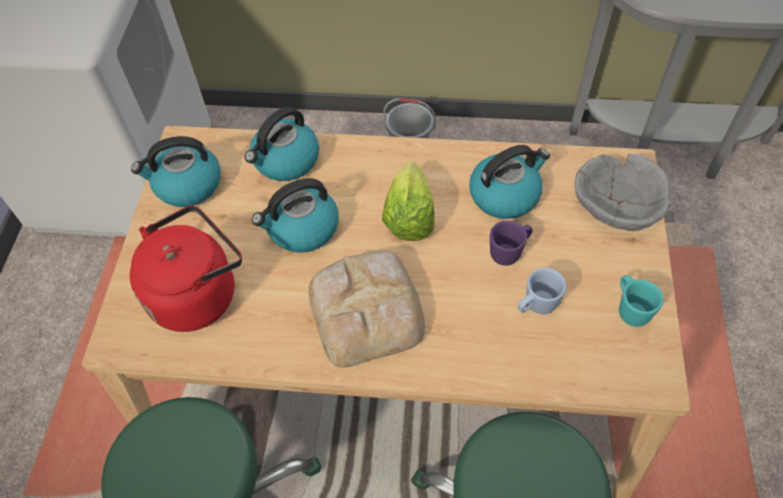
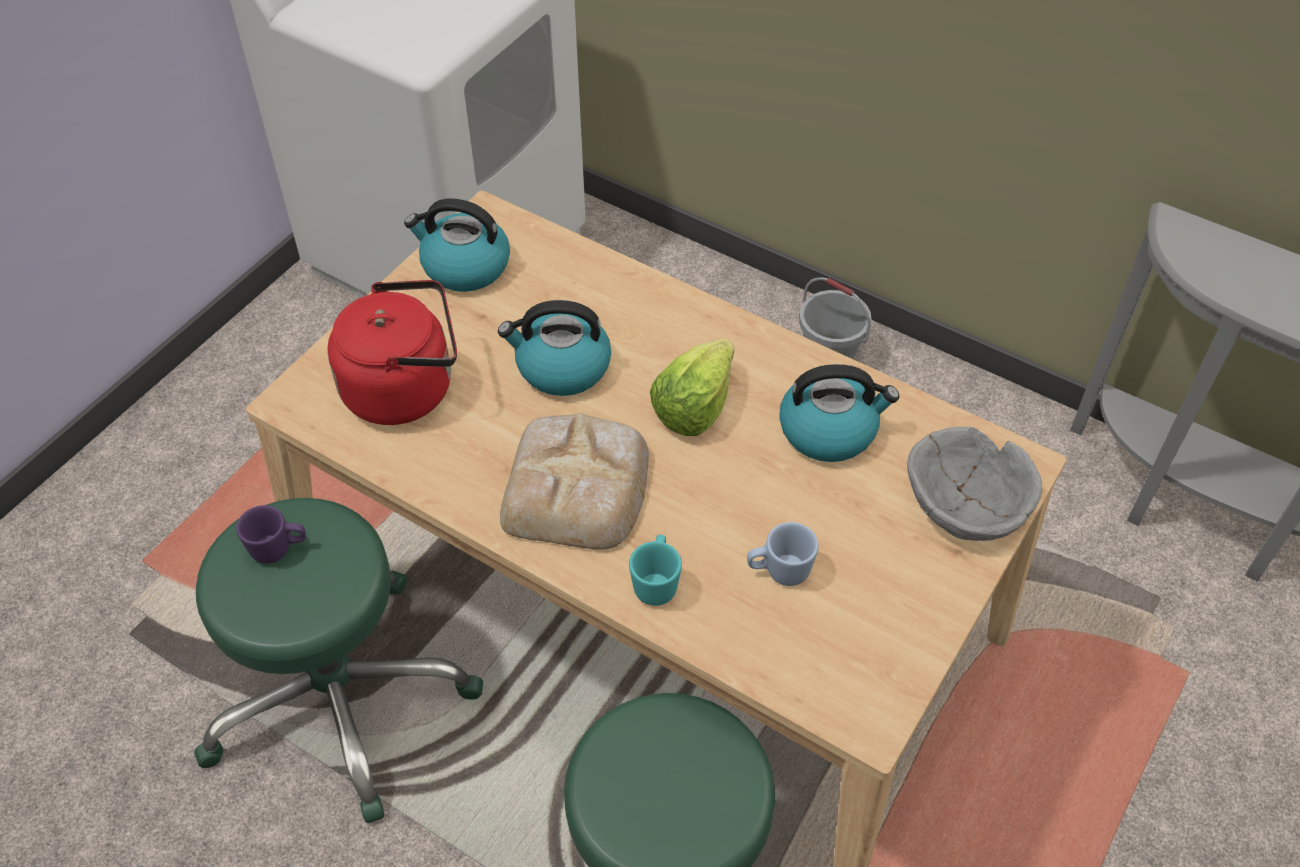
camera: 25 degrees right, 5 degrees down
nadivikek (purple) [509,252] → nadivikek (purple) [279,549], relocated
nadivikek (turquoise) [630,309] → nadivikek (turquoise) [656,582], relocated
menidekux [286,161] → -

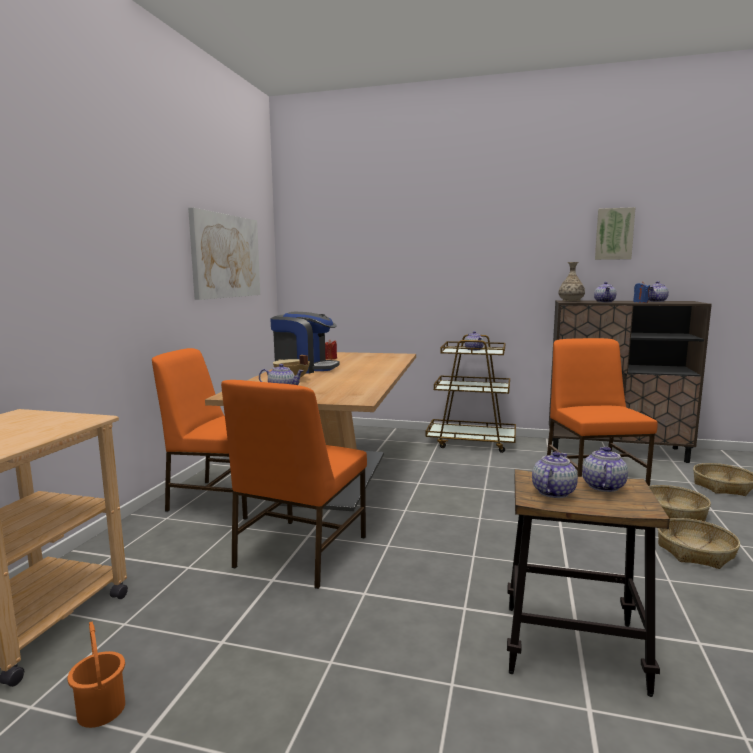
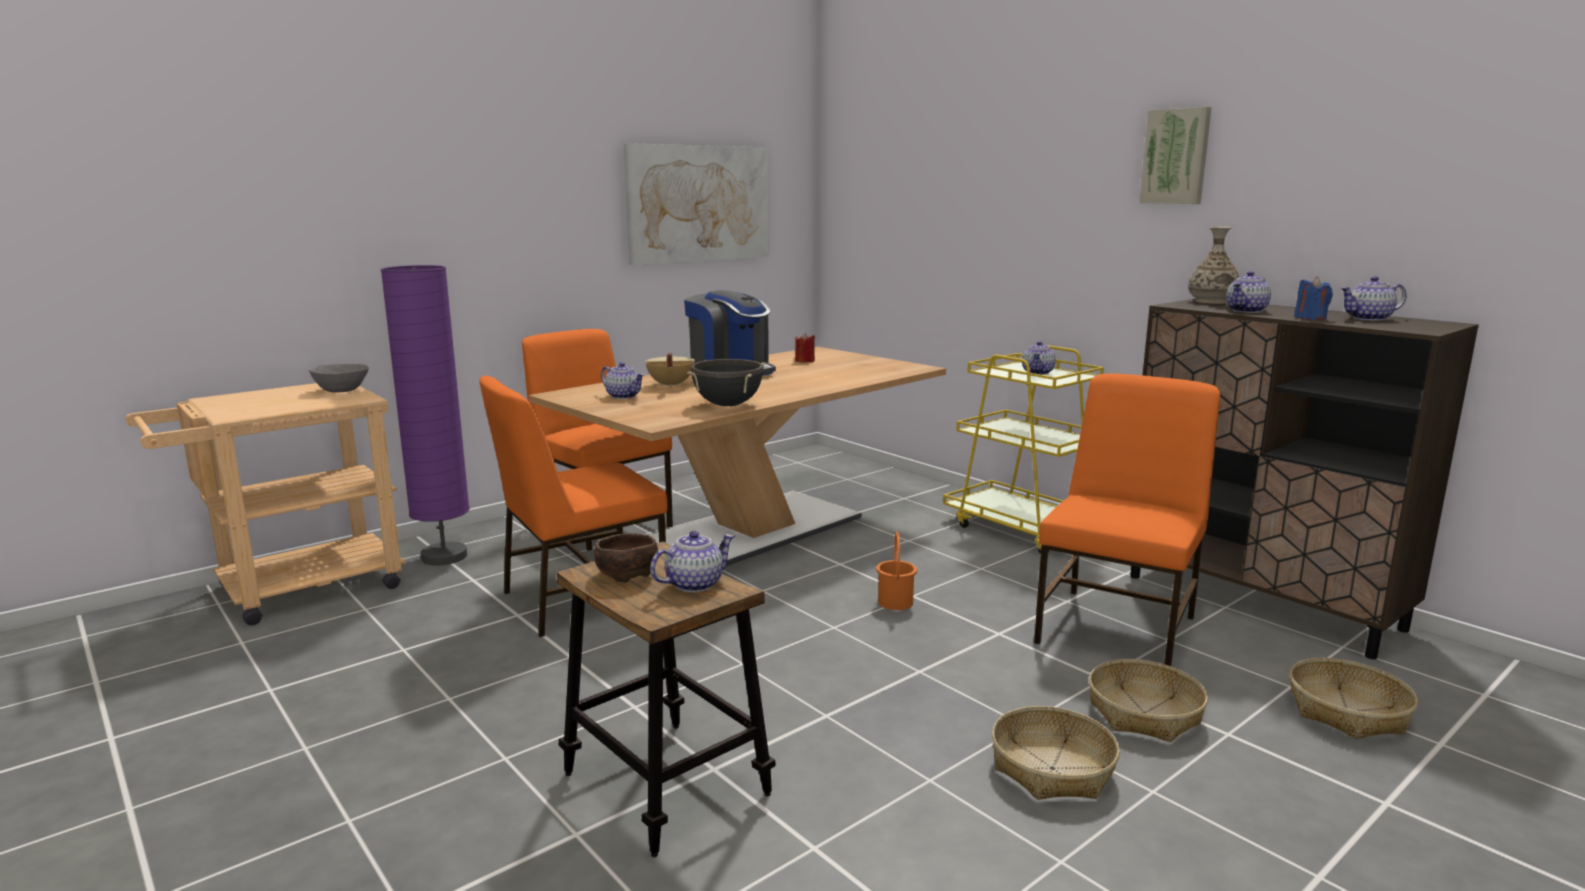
camera: 35 degrees right, 5 degrees up
- → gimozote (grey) [342,390]
- → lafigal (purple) [444,557]
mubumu [553,492] → gimozote (brown) [626,573]
- → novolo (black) [727,405]
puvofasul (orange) [102,709] → puvofasul (orange) [896,602], relocated
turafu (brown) [471,442] → turafu (yellow) [1024,530]
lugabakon [614,234] → lugabakon [1176,156], relocated

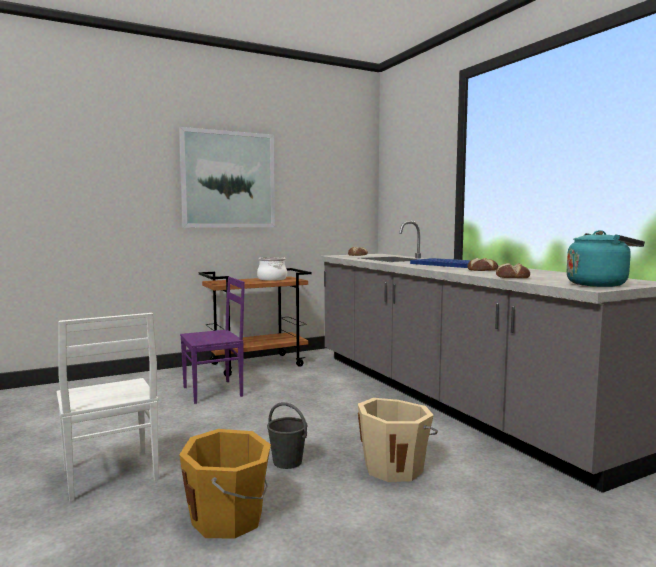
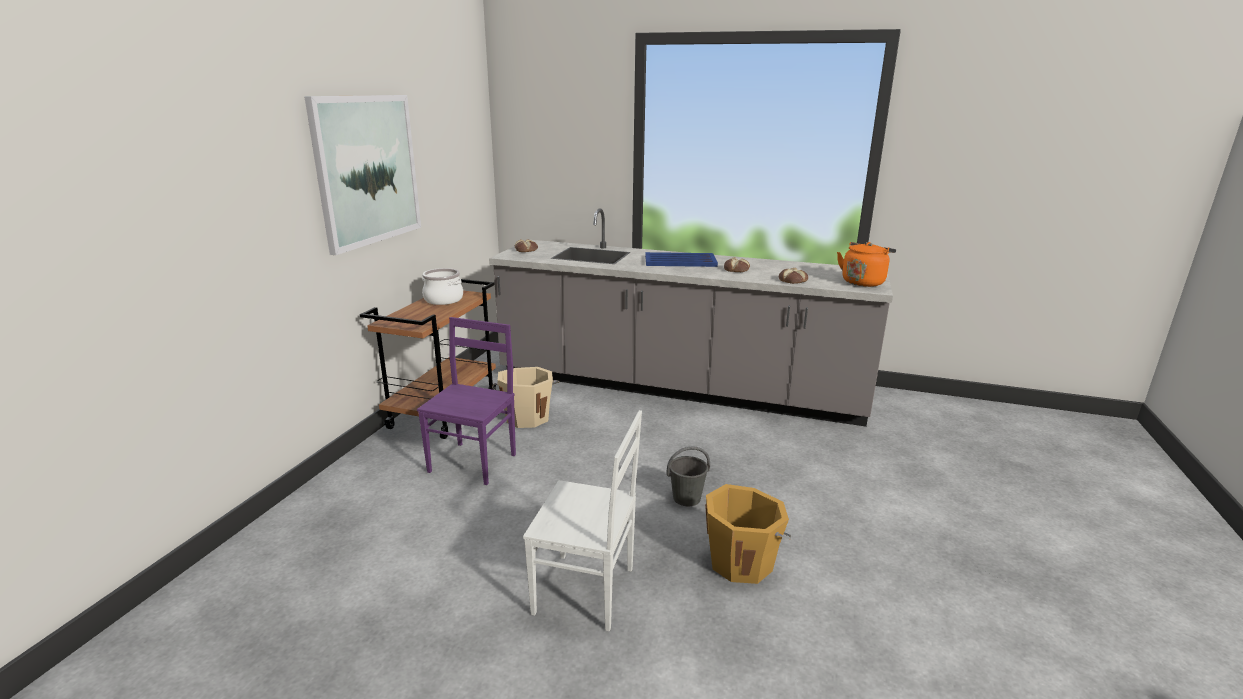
camera: 45 degrees left, 15 degrees up
puvofasul (beige) [394,467] → puvofasul (beige) [527,417], relocated
menidekux (turquoise) [599,284] → menidekux (orange) [863,282]

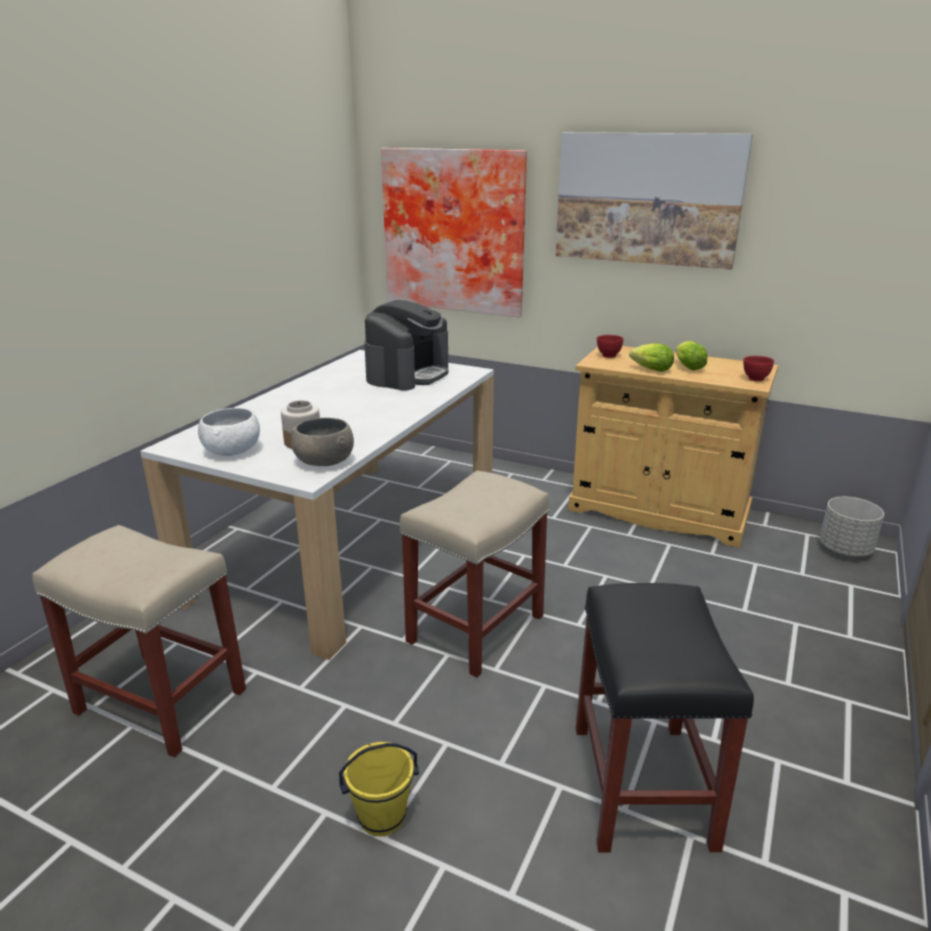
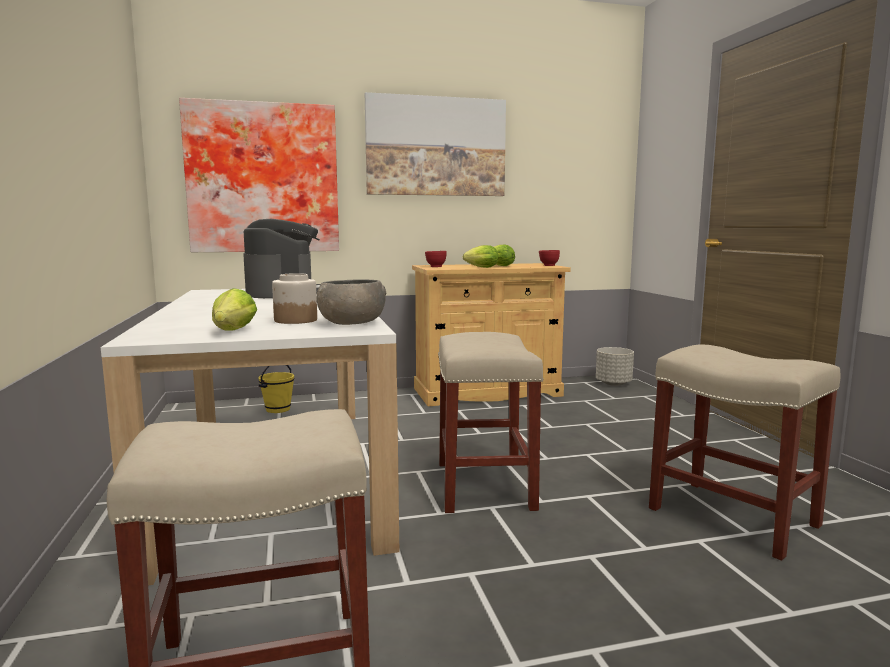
camera: 40 degrees left, 15 degrees down
gimozote (white) [233,450] → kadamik [232,332]
puvofasul (yellow) [382,818] → puvofasul (yellow) [278,409], relocated
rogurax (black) [640,783] → rogurax (beige) [730,516]

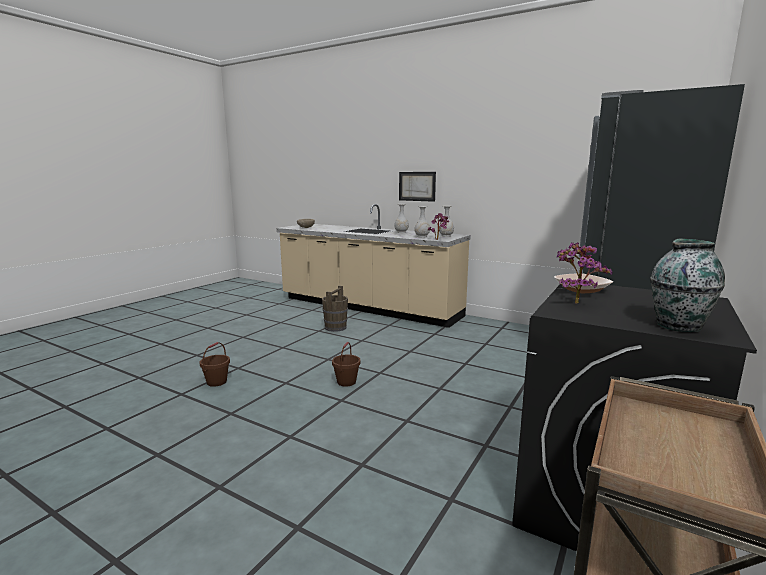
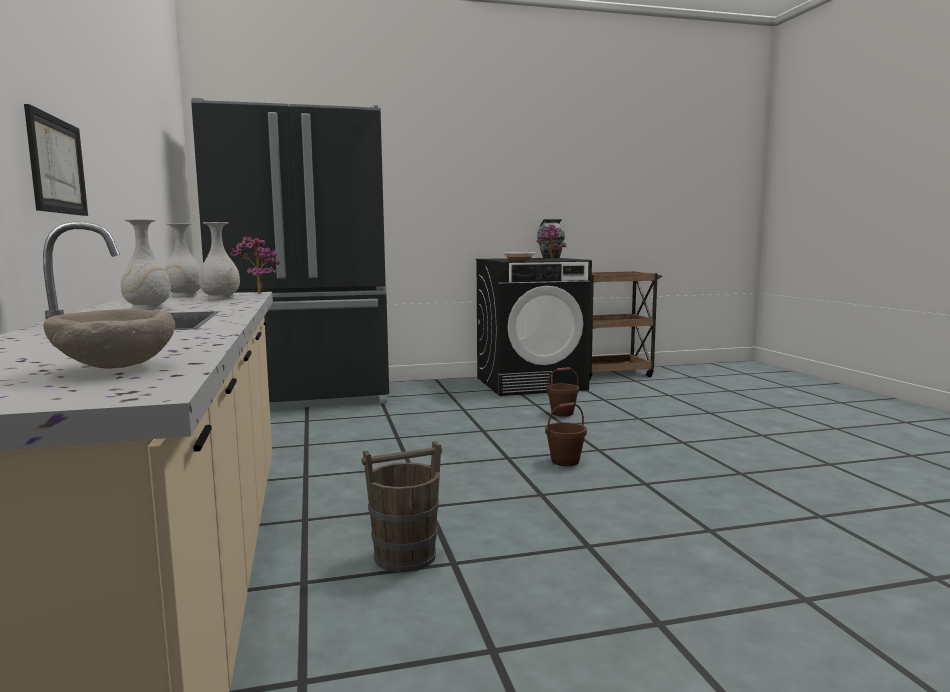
camera: 135 degrees left, 5 degrees down
puvofasul (brown) [216,382] → puvofasul (brown) [562,413], relocated

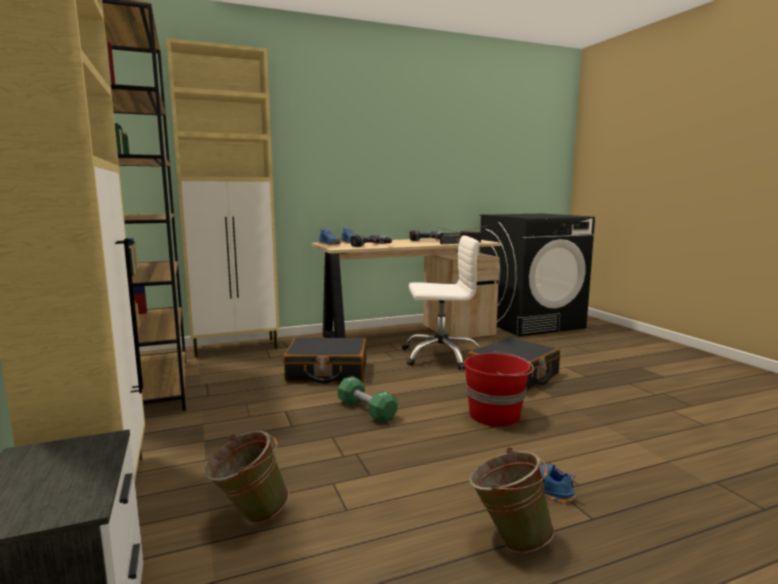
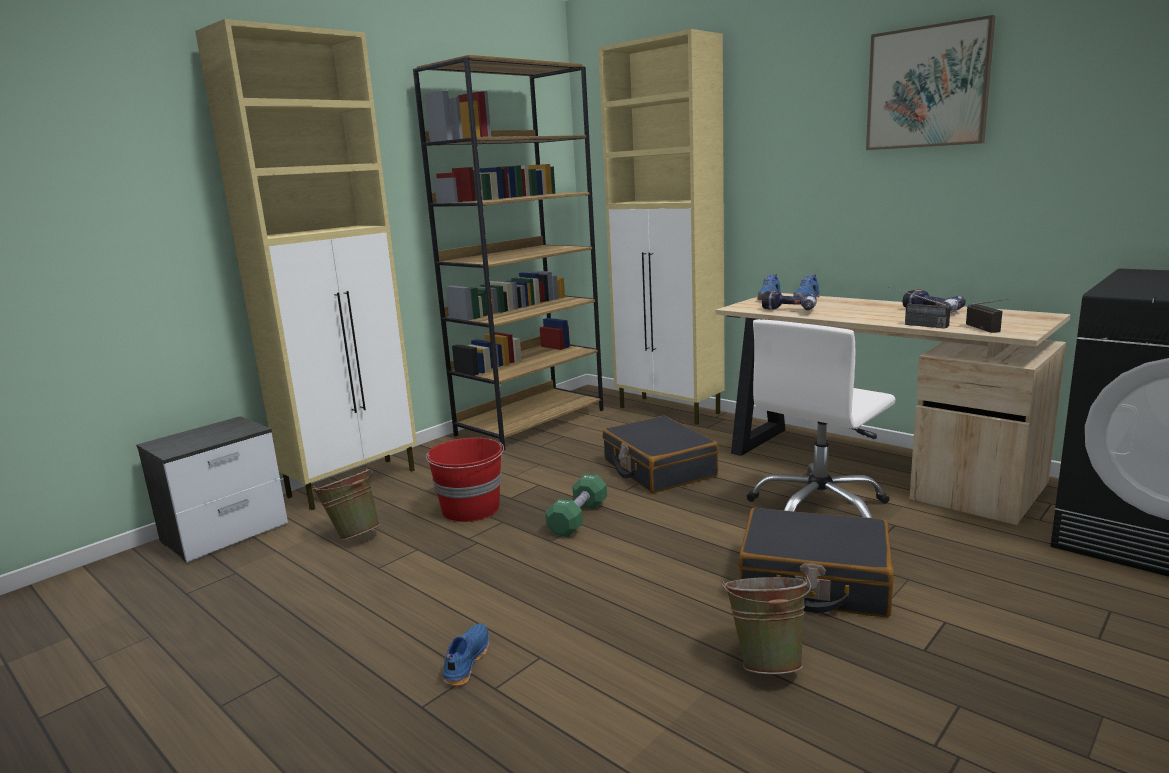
camera: 65 degrees right, 5 degrees up
puvofasul (red) [495,415] → puvofasul (red) [471,509], relocated
puvofasul (green) [508,538] → puvofasul (green) [767,661], relocated
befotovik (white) [441,356] → befotovik (white) [819,510], 75 degrees clockwise
- → lugabakon [927,87]

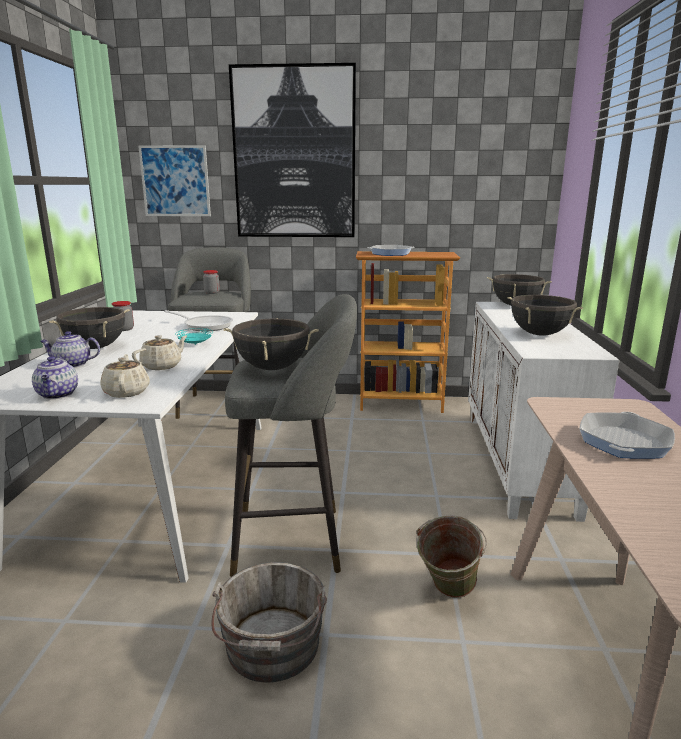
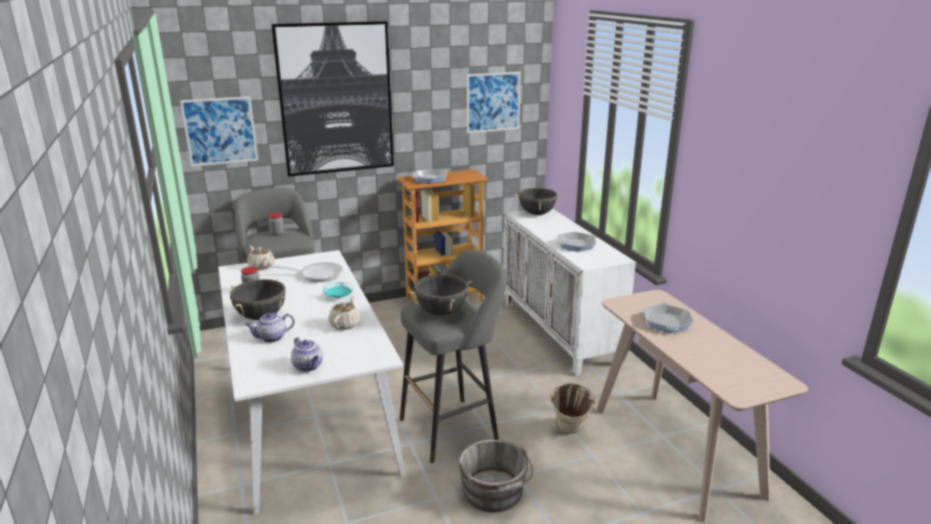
camera: 25 degrees left, 5 degrees up
mubumu (beige) [126,392] → mubumu (beige) [261,266], relocated
- → lugabakon [493,102]
puvofasul (green) [447,594] → puvofasul (beige) [569,432]
novolo (black) [539,334] → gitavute [576,245]

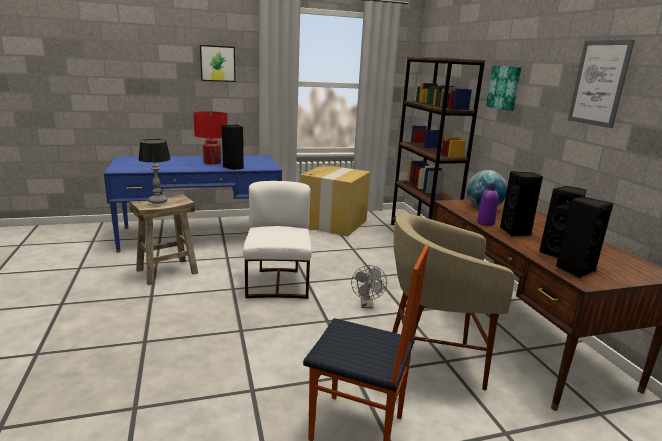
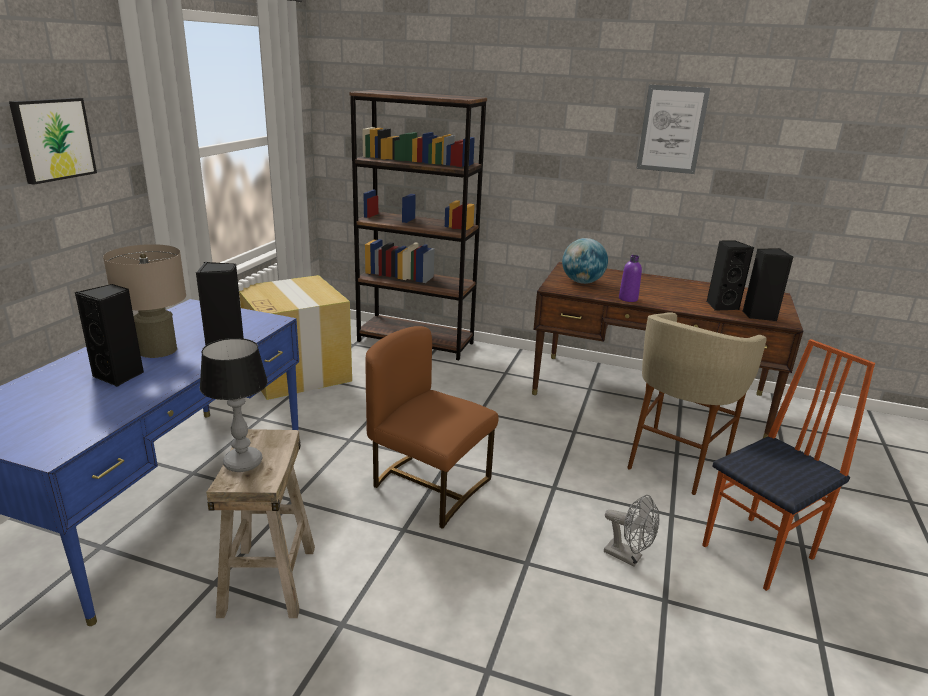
camera: 55 degrees left, 5 degrees up
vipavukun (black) [516,232] → vipavukun (black) [120,376], relocated
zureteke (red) [212,162] → zureteke (beige) [158,350]
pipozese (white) [278,283] → pipozese (brown) [428,486]
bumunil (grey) [367,305] → bumunil (grey) [628,557], relocated
lugabakon [504,87] → -

